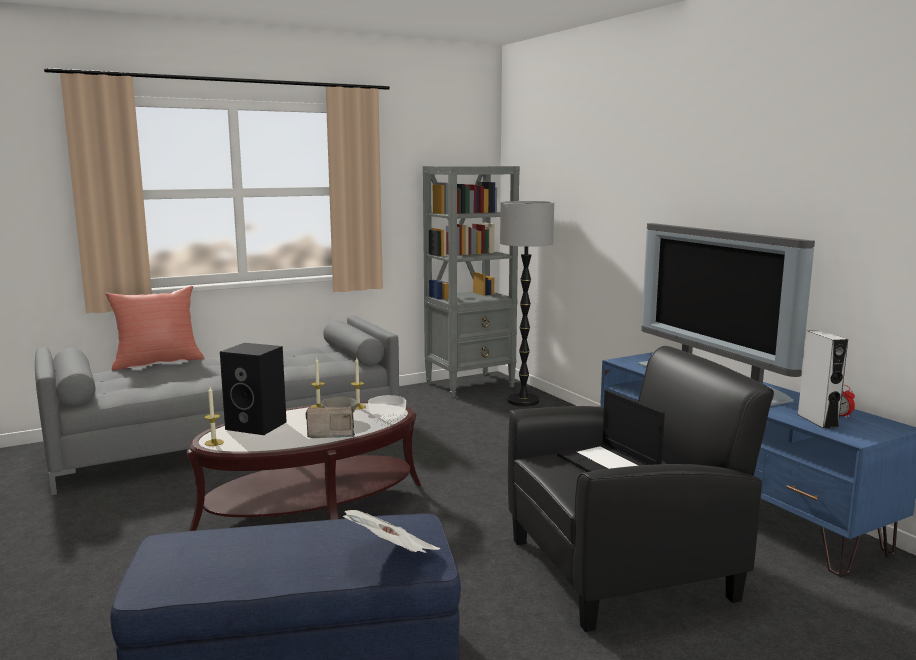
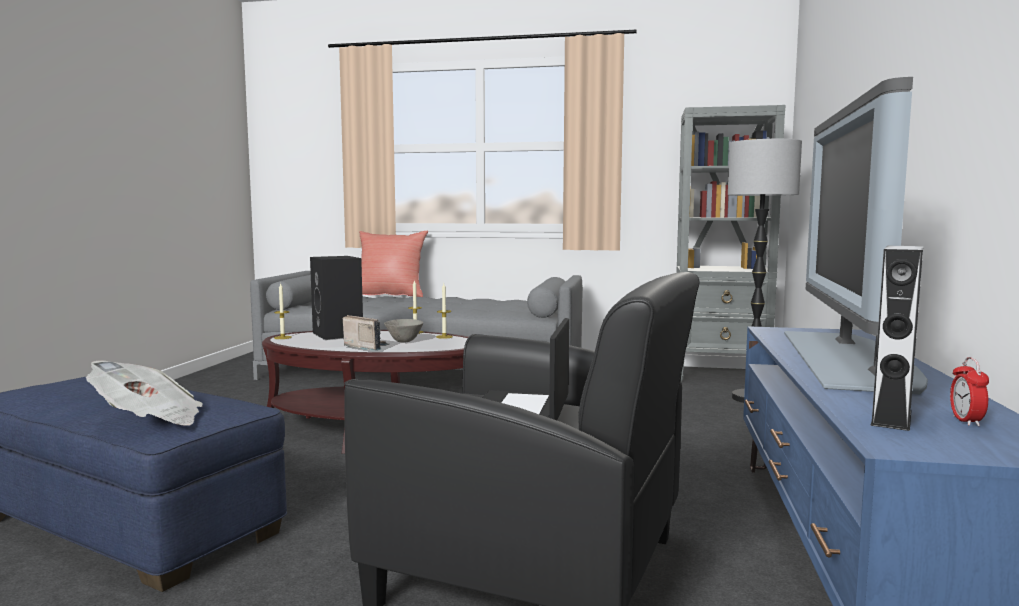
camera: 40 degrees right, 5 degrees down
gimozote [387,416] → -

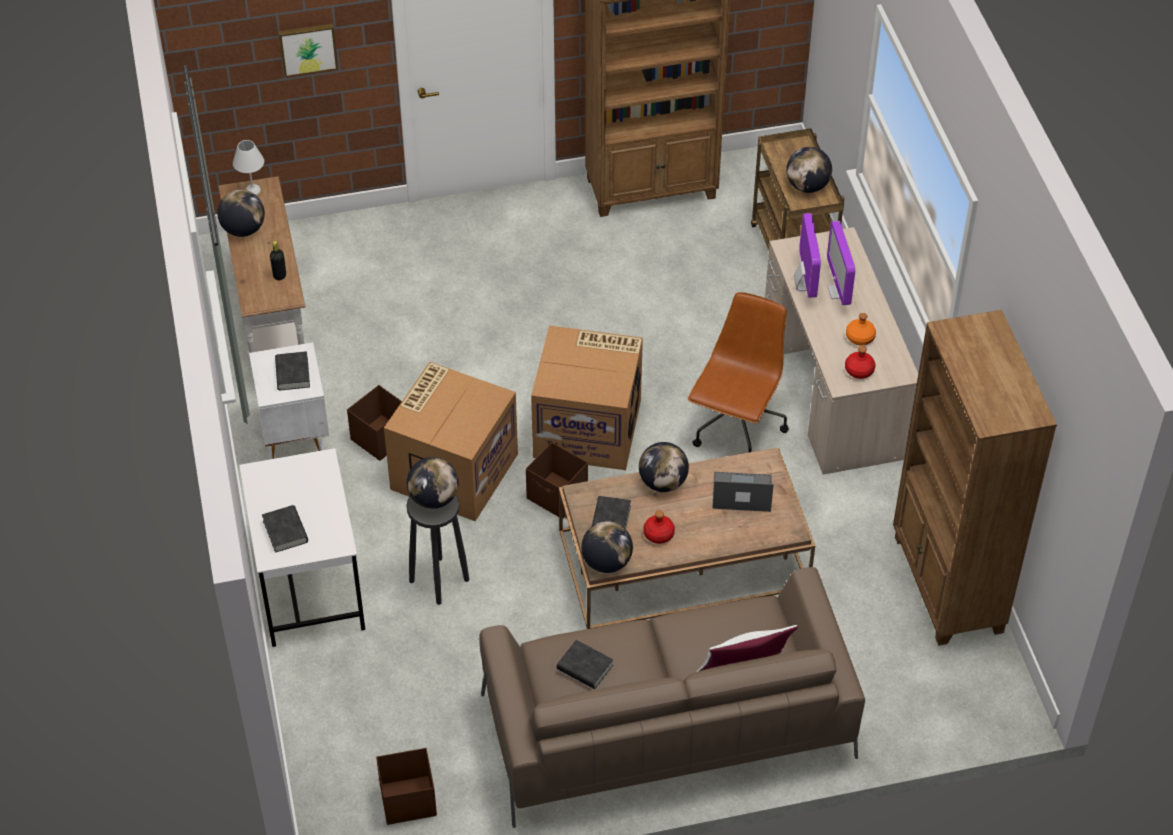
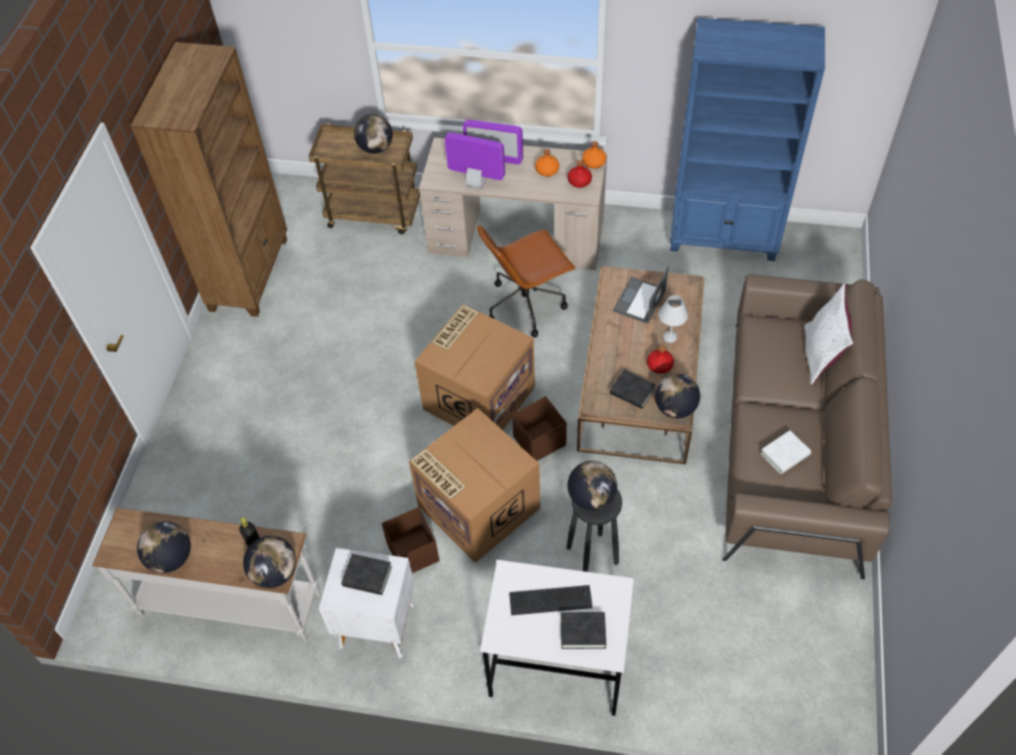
camera: 65 degrees left, 5 degrees up
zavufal [663,482] → zavufal [275,573], relocated
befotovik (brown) [736,428] → befotovik (brown) [526,304], 75 degrees counterclockwise
- → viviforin [549,601]
- → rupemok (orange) [593,162]
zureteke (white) [252,191] → zureteke (white) [670,337], relocated
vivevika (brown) [947,585] → vivevika (blue) [724,238]
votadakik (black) [585,667] → votadakik (white) [785,454]
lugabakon [308,48] → -
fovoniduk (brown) [407,800] → -

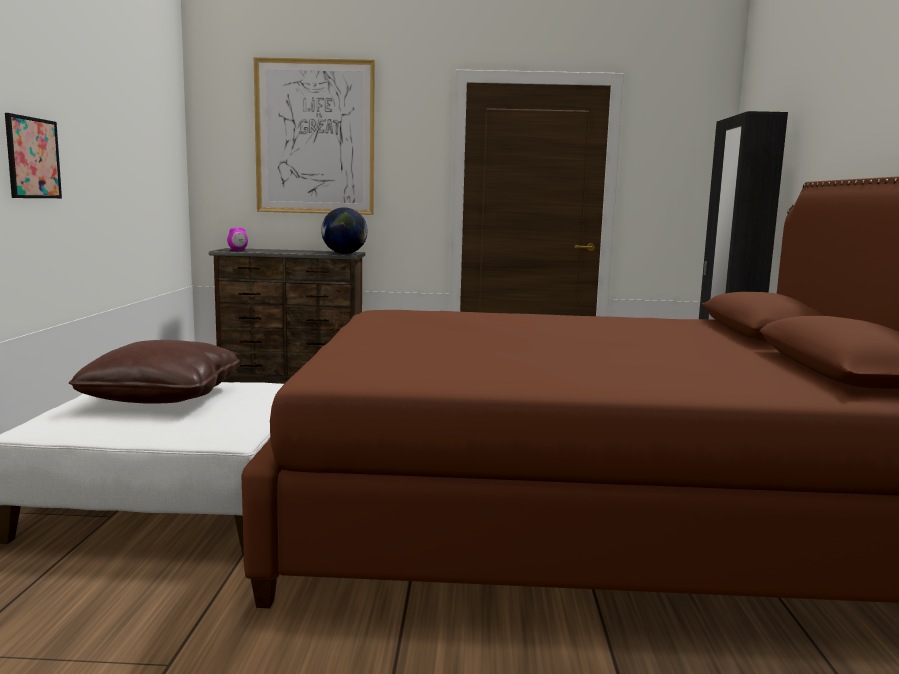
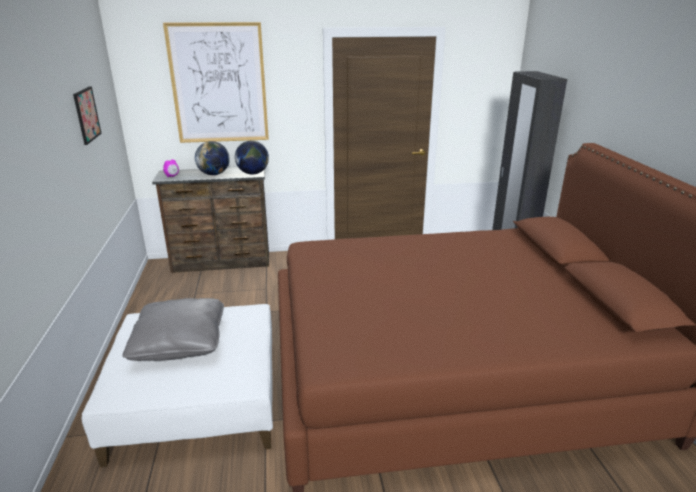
camera: 10 degrees left, 15 degrees up
lugabakon [33,158] → lugabakon [86,115], relocated
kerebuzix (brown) [162,396] → kerebuzix (grey) [180,342]
- → zavufal [214,174]

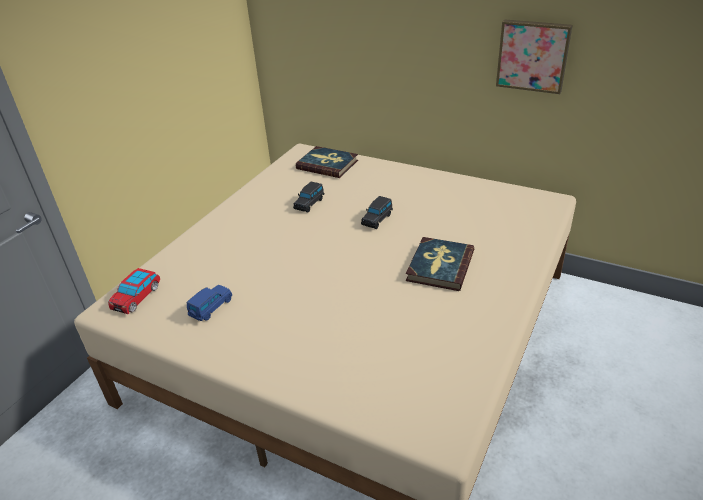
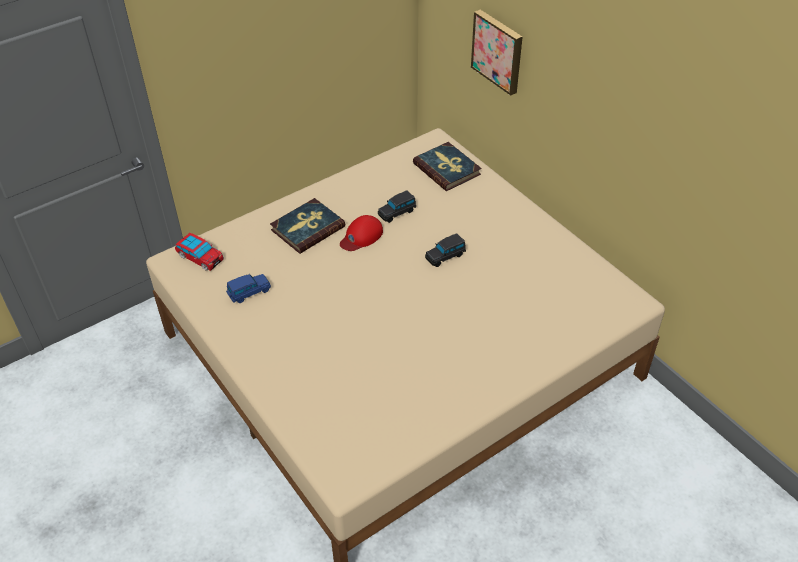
camera: 25 degrees right, 10 degrees up
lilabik [137,297] → lilabik [200,257], 105 degrees counterclockwise
votadakik [439,266] → votadakik [307,228], relocated
- → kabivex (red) [361,236]
lugabakon [533,55] → lugabakon [498,51], relocated

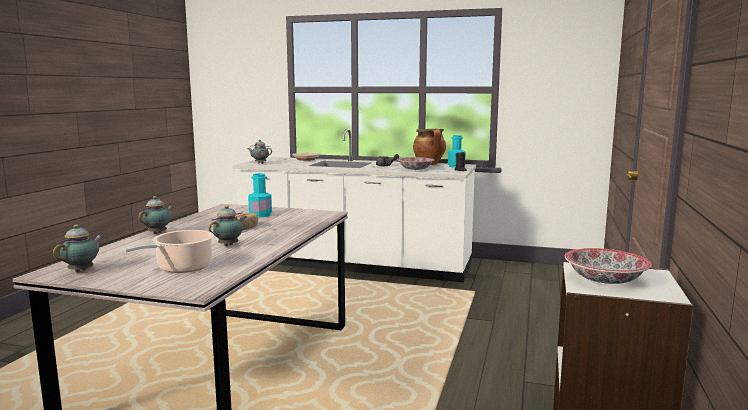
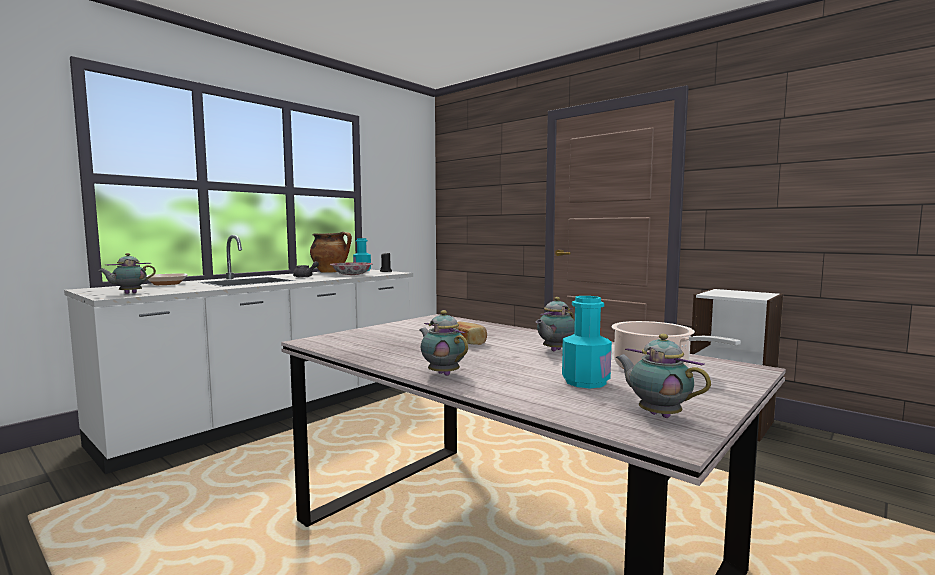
camera: 65 degrees left, 5 degrees down
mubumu [230,245] → mubumu [554,350], 105 degrees counterclockwise
rupemok (turquoise) [260,215] → rupemok (turquoise) [585,382], relocated
gimozote [604,279] → -

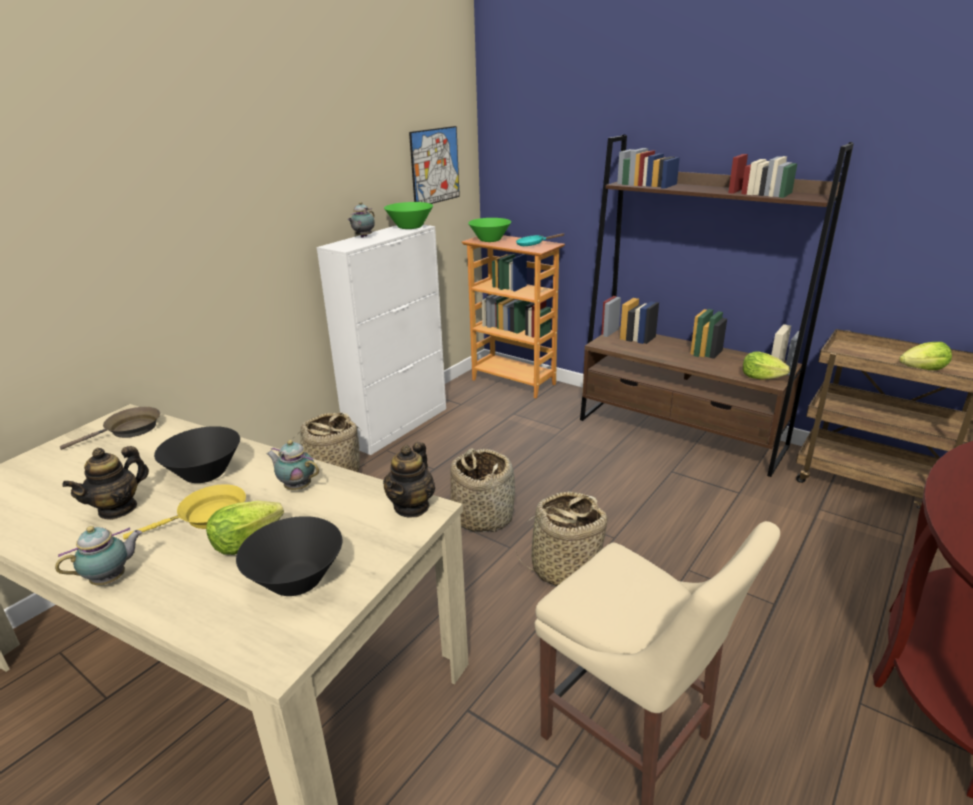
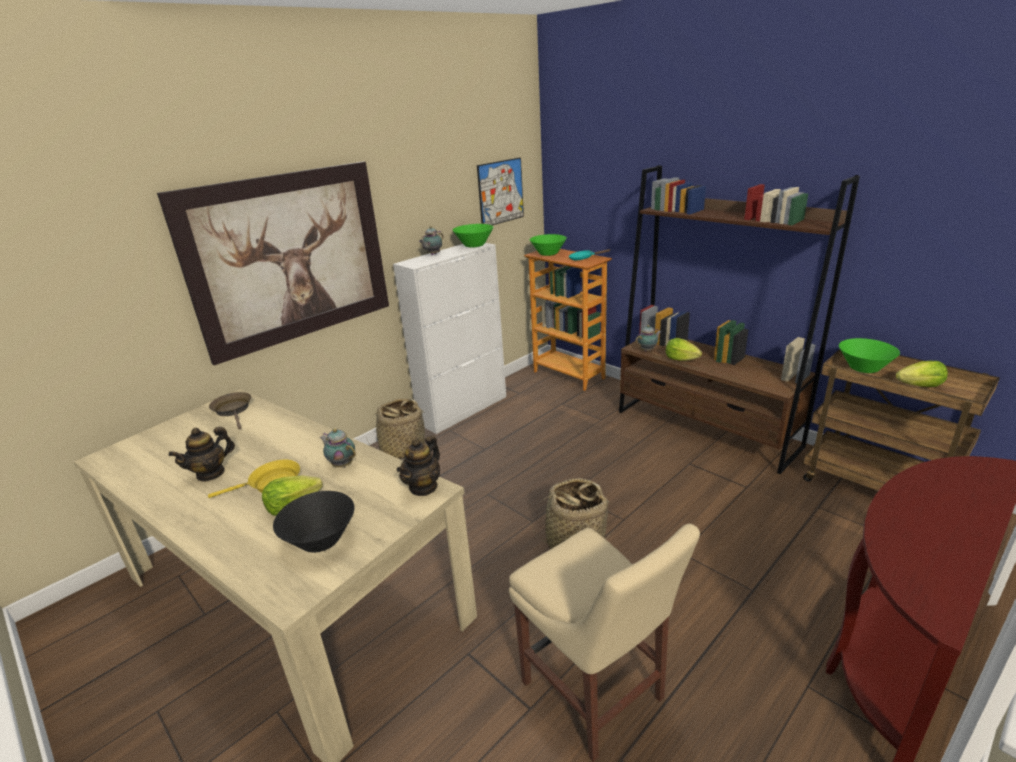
camera: 10 degrees right, 0 degrees up
- → lugabakon [290,258]
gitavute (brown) [129,430] → gitavute (brown) [233,410], 90 degrees counterclockwise
mubumu [112,579] → mubumu [648,350], relocated
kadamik [761,378] → kadamik [680,359], relocated
- → gimozote (green) [864,368]
gimozote (black) [205,474] → -
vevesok [482,516] → -

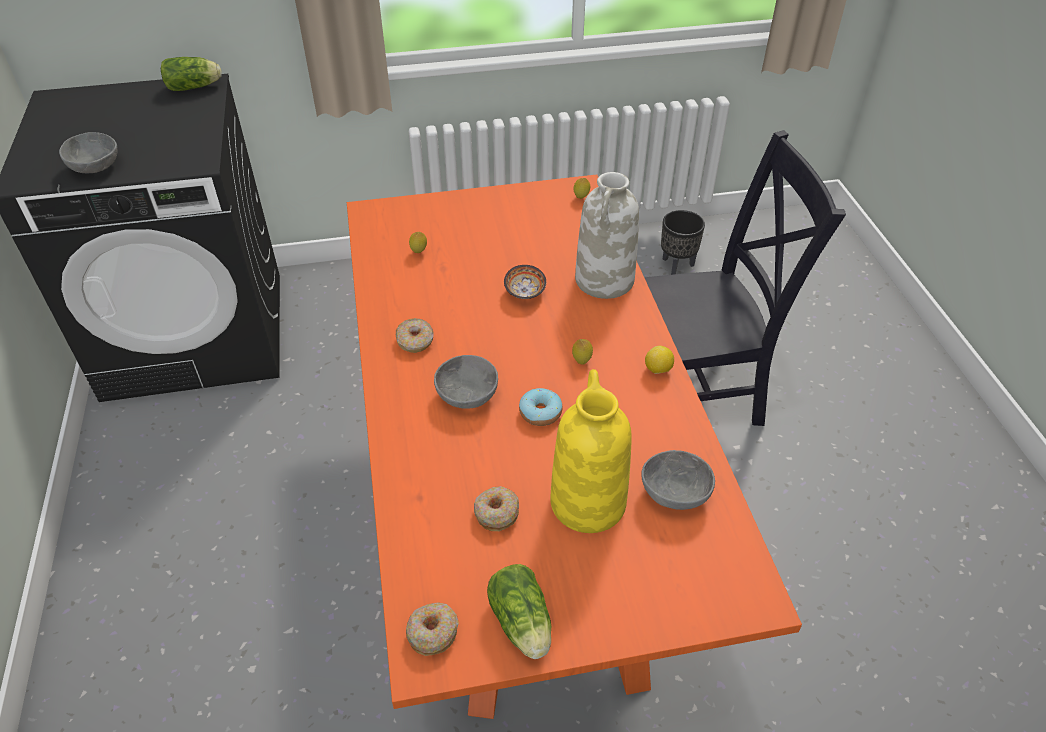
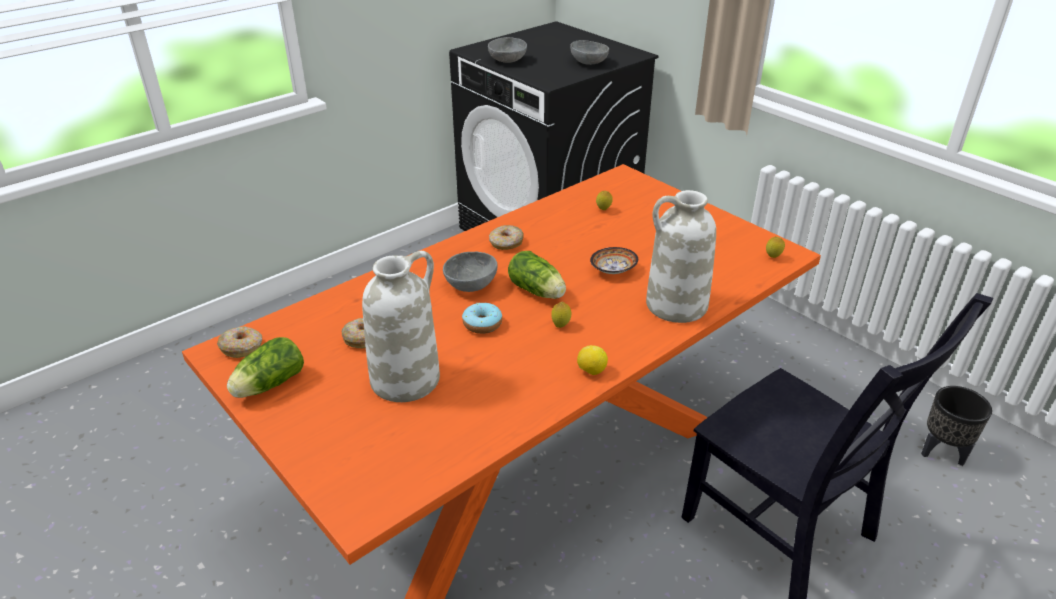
camera: 60 degrees right, 10 degrees down
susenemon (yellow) [587,501] → susenemon (white) [406,378]
kadamik [195,87] → kadamik [538,292], relocated
gimozote (grey) [674,492] → gimozote (grey) [589,62], relocated

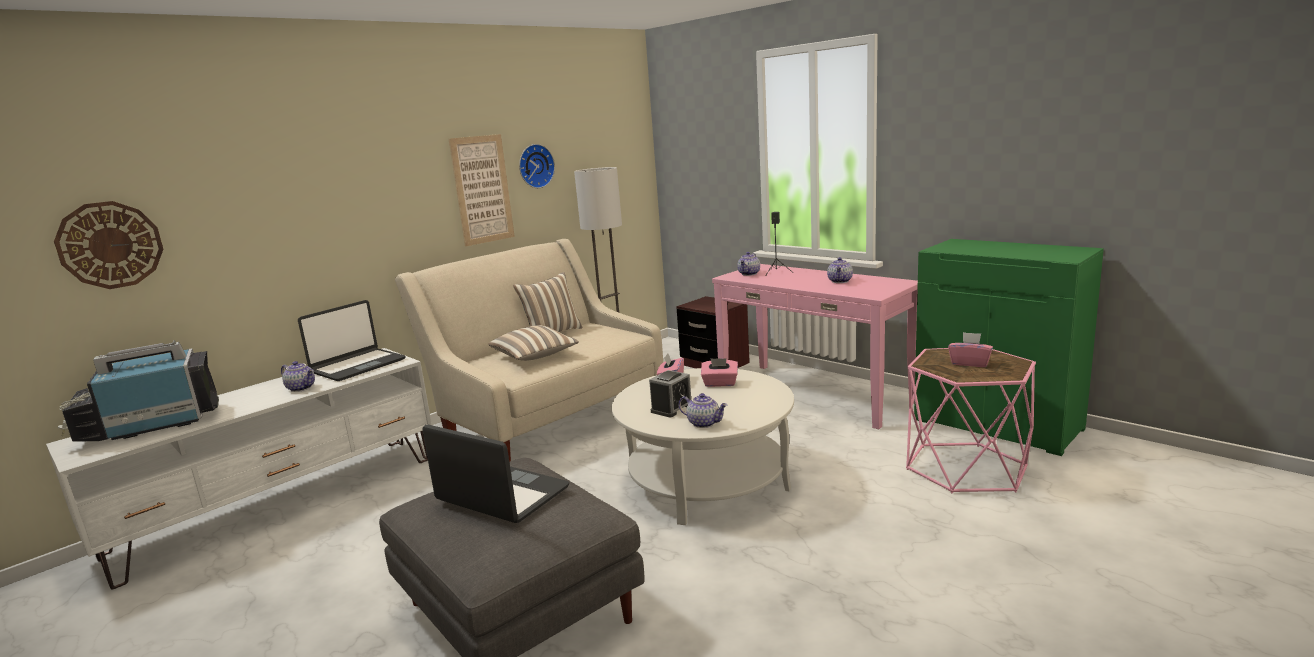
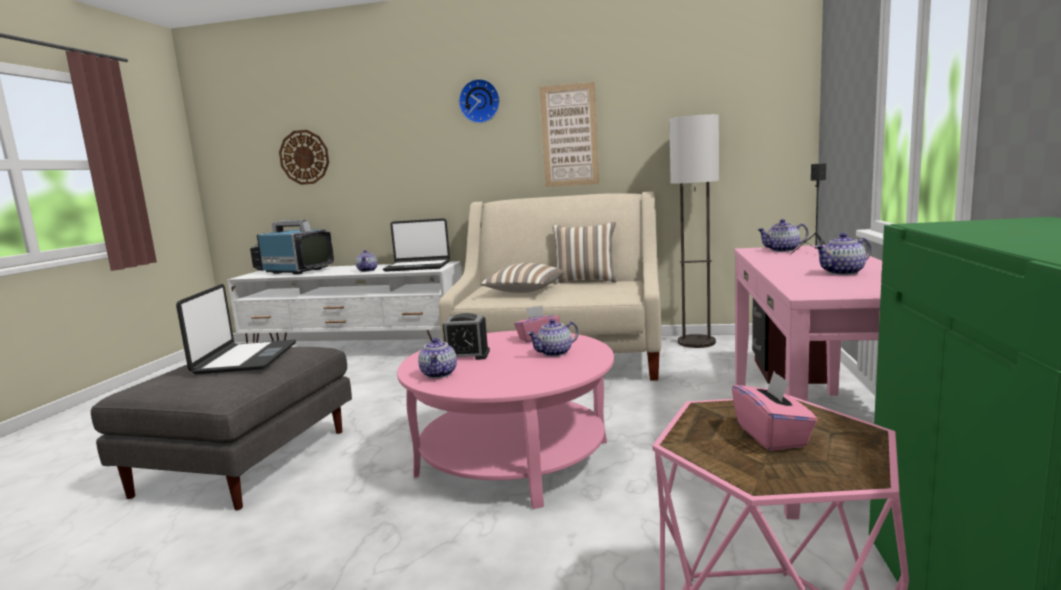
camera: 55 degrees right, 5 degrees down
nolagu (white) [707,480] → nolagu (pink) [513,457]
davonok [535,166] → davonok [480,101], relocated
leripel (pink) [720,383] → mubumu [554,353]

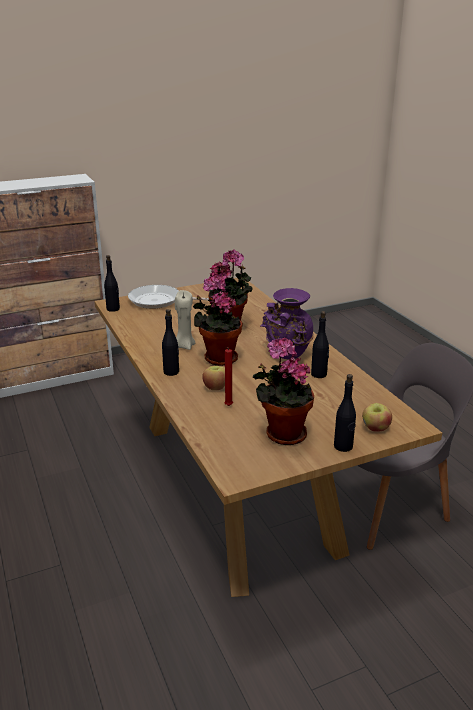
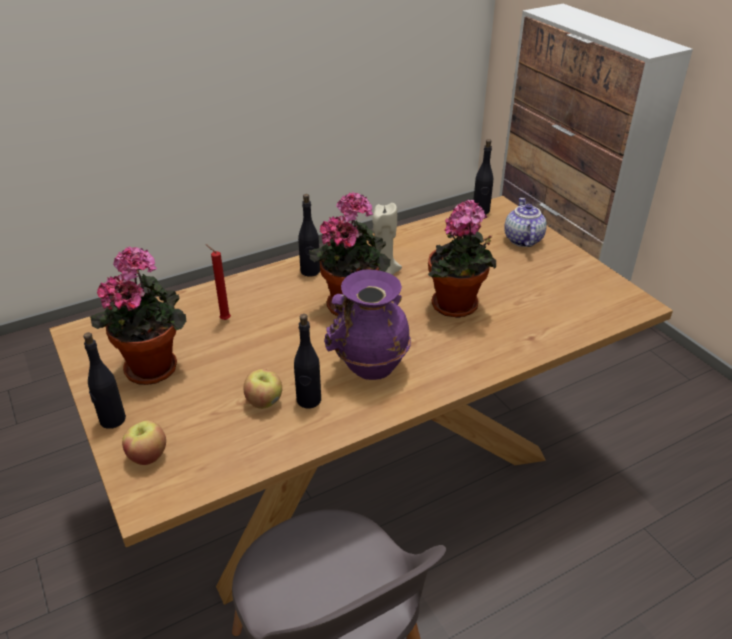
camera: 85 degrees right, 10 degrees up
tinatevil [215,387] → tinatevil [264,401], relocated
gitavute [158,301] → mubumu [522,240]

